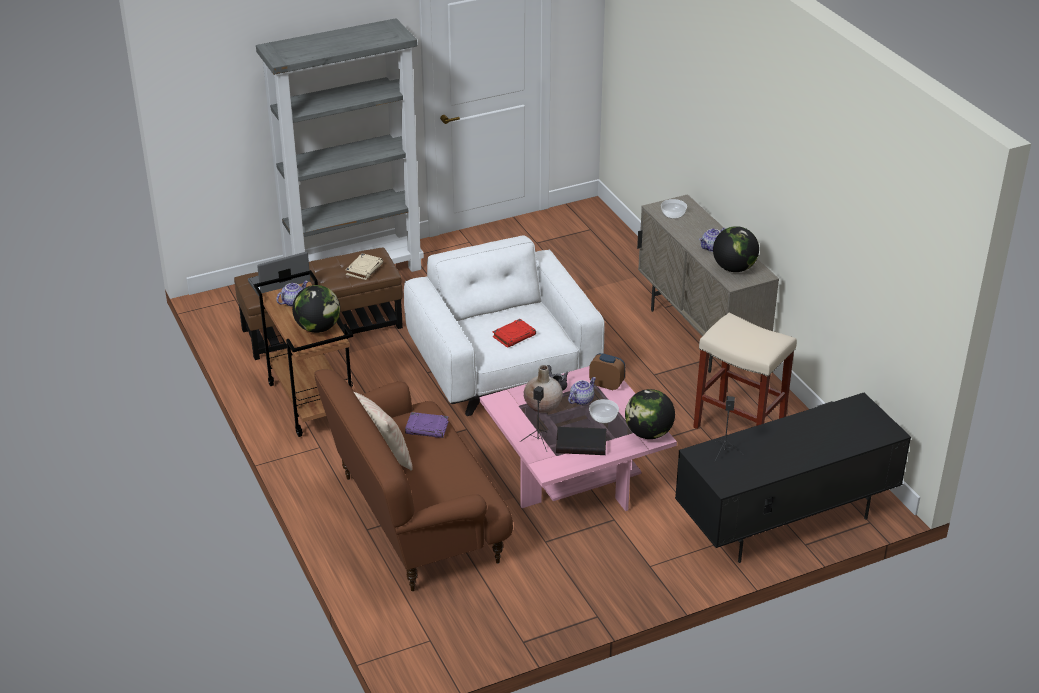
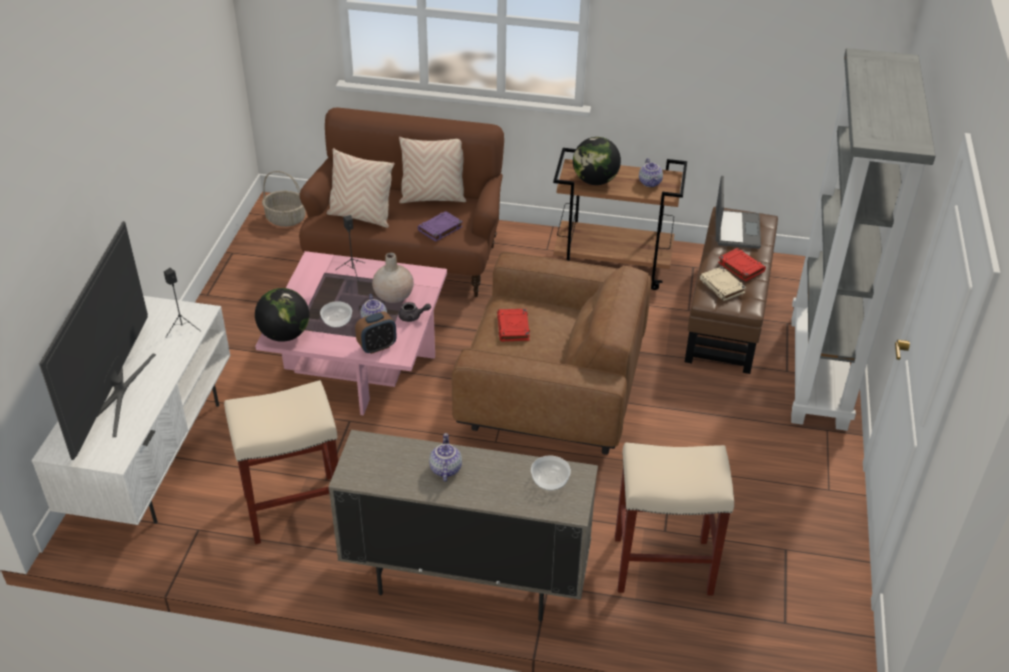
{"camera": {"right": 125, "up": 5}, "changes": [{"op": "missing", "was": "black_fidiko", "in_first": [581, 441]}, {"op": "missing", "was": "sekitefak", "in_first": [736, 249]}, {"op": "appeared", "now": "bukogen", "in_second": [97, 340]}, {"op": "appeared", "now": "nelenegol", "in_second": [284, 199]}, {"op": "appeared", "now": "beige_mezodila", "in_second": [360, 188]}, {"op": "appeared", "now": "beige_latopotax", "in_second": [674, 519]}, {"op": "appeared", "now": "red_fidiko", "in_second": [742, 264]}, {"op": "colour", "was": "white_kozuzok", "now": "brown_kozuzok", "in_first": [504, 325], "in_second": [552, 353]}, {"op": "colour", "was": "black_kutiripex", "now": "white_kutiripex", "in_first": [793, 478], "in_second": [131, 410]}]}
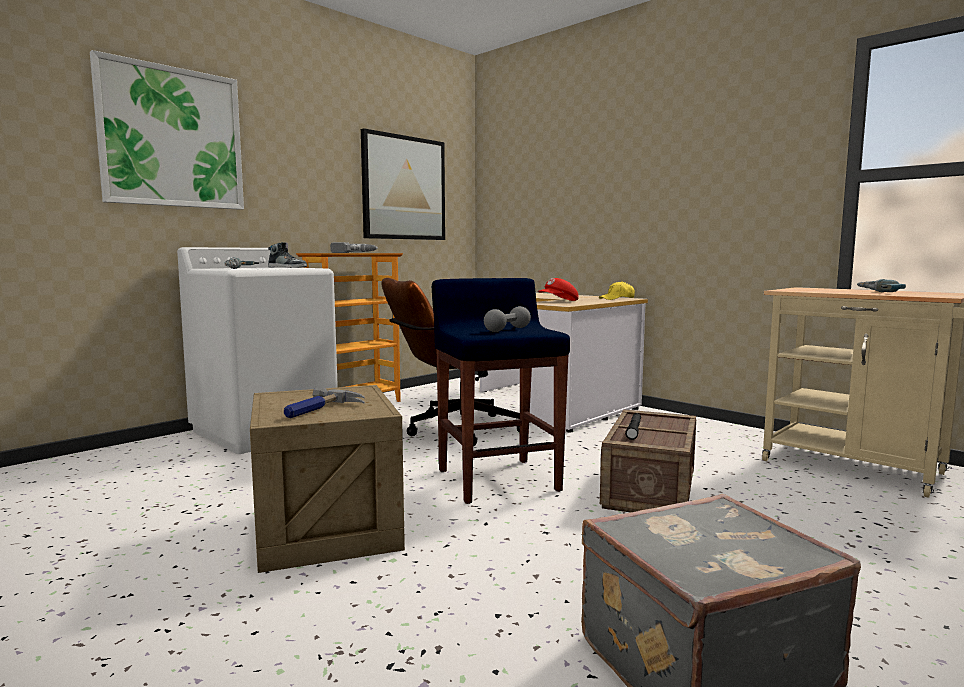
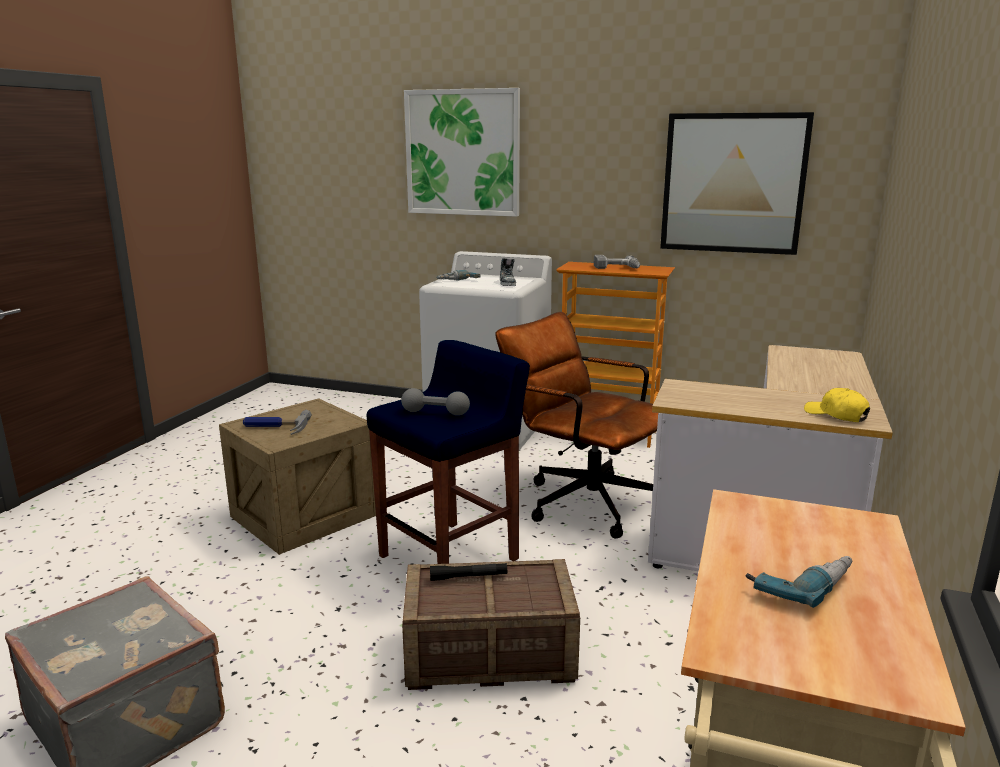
{"camera": {"right": 65, "up": 10}, "changes": [{"op": "missing", "was": "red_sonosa", "in_first": [558, 289]}]}
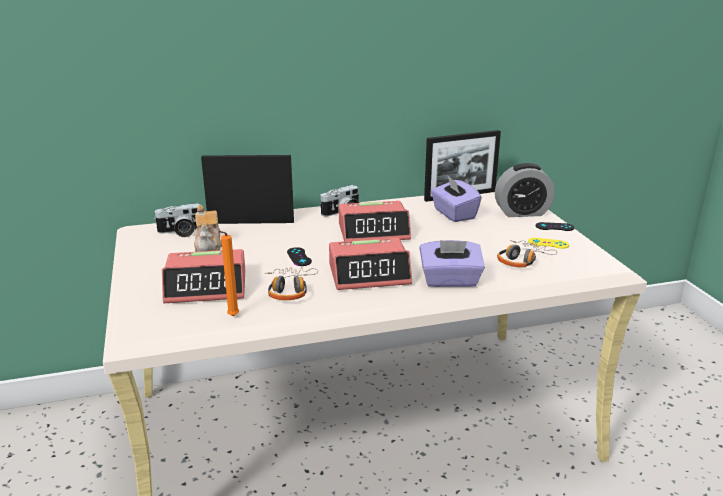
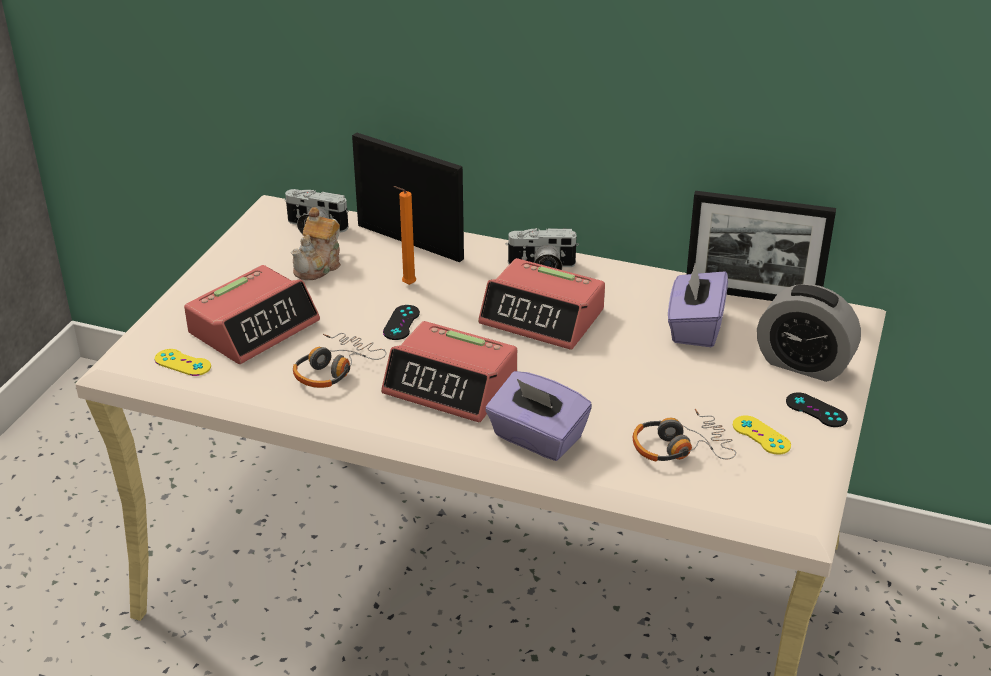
{"camera": {"right": 35, "up": 10}, "changes": [{"op": "appeared", "now": "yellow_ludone", "in_second": [183, 362]}, {"op": "relocated", "was": "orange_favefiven", "in_first": [229, 273], "in_second": [404, 235]}, {"op": "spun", "was": "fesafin", "in_first": [203, 276], "in_second": [252, 314], "clockwise": -75}]}
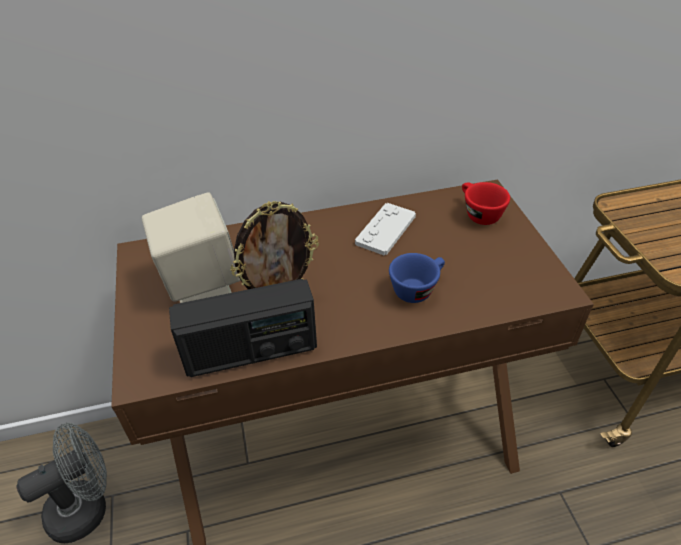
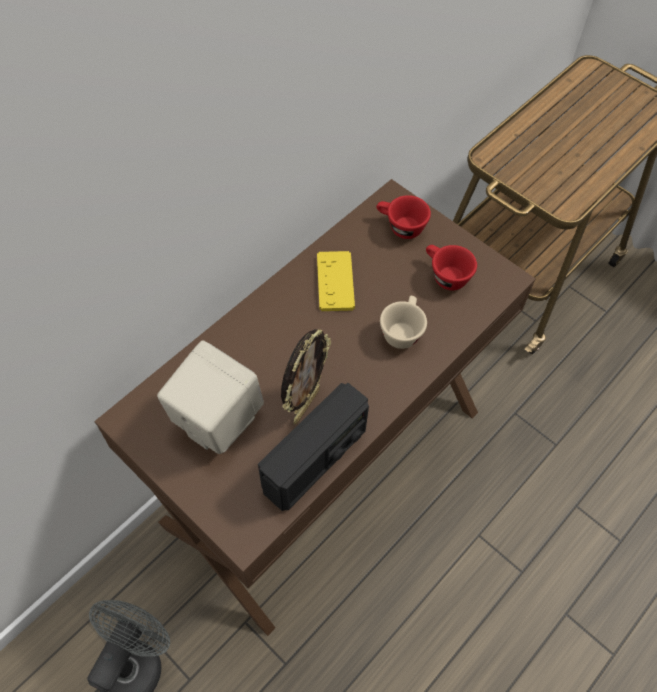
{"camera": {"right": -35, "up": 15}, "changes": [{"op": "appeared", "now": "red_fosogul", "in_second": [451, 267]}, {"op": "colour", "was": "white_ludone", "now": "yellow_ludone", "in_first": [385, 229], "in_second": [336, 281]}, {"op": "colour", "was": "blue_fosogul", "now": "beige_fosogul", "in_first": [417, 278], "in_second": [403, 322]}]}
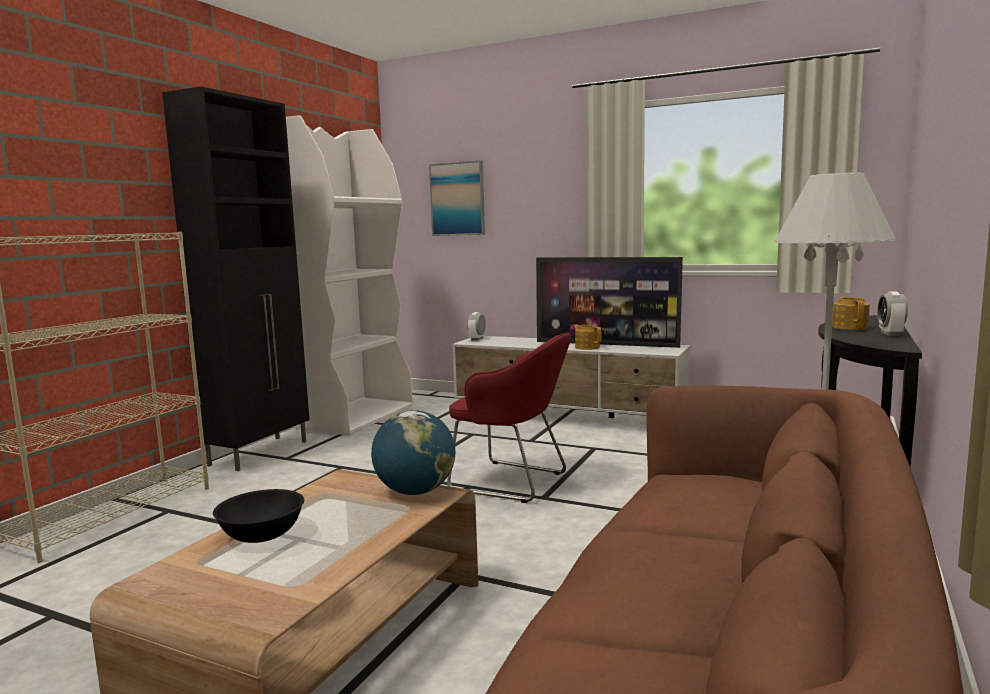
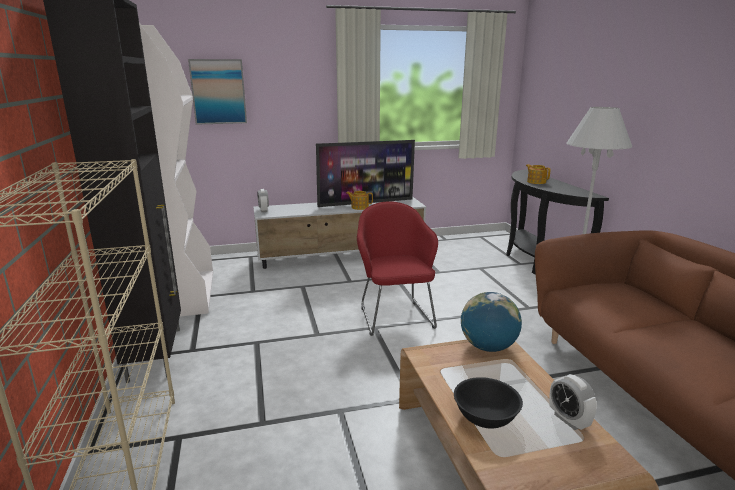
{"camera": {"right": -40, "up": 10}, "changes": [{"op": "relocated", "was": "fesafin", "in_first": [892, 313], "in_second": [573, 402]}, {"op": "spun", "was": "red_kozuzok", "in_first": [509, 417], "in_second": [397, 268], "clockwise": -90}]}
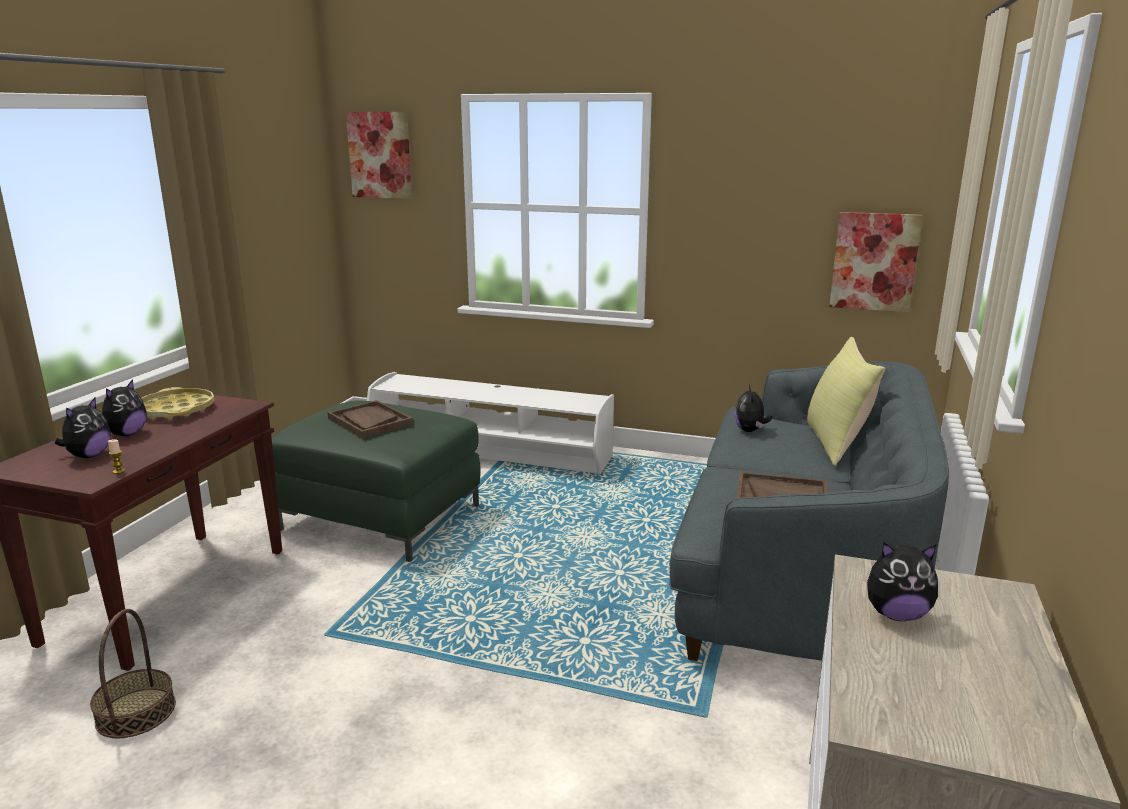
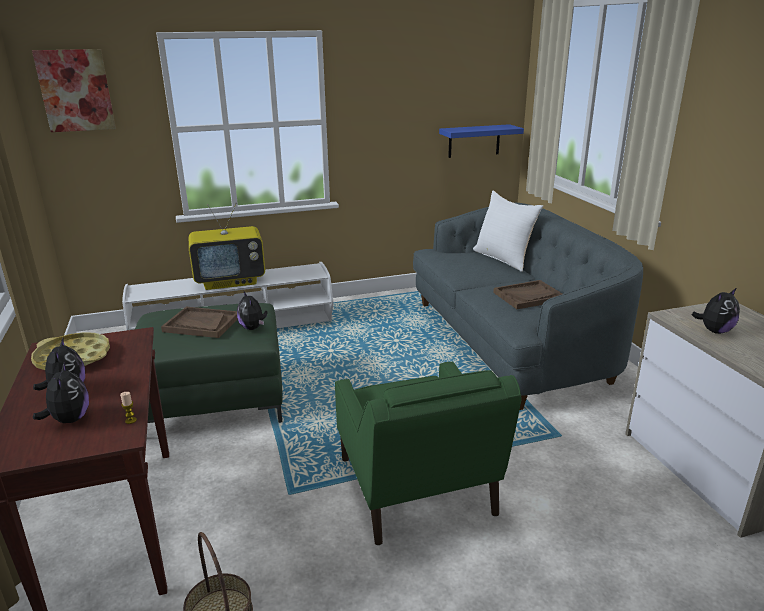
{"camera": {"right": -35, "up": 5}, "changes": [{"op": "appeared", "now": "bukogen", "in_second": [227, 246]}, {"op": "appeared", "now": "green_kozuzok", "in_second": [428, 453]}, {"op": "relocated", "was": "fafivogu", "in_first": [753, 408], "in_second": [252, 311]}, {"op": "exchanged", "was": "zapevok", "now": "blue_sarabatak", "in_first": [876, 262], "in_second": [481, 141]}, {"op": "colour", "was": "yellow_mezodila", "now": "white_mezodila", "in_first": [846, 401], "in_second": [508, 231]}]}
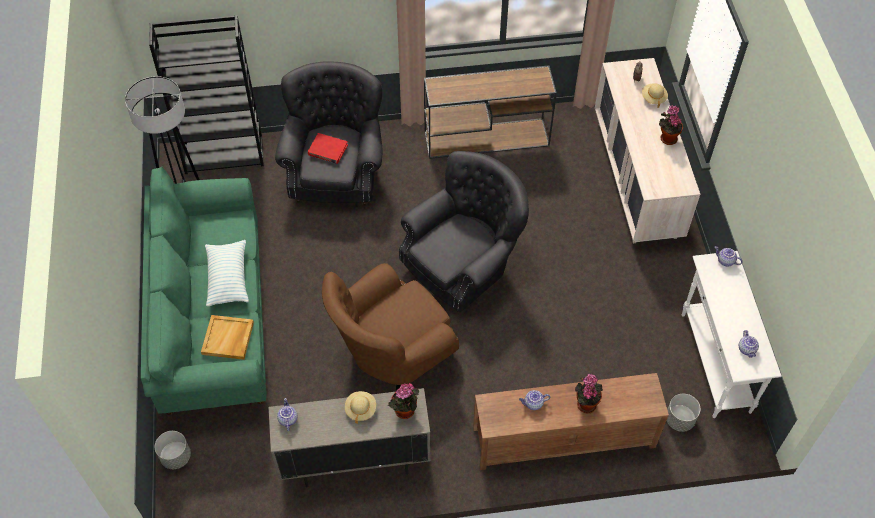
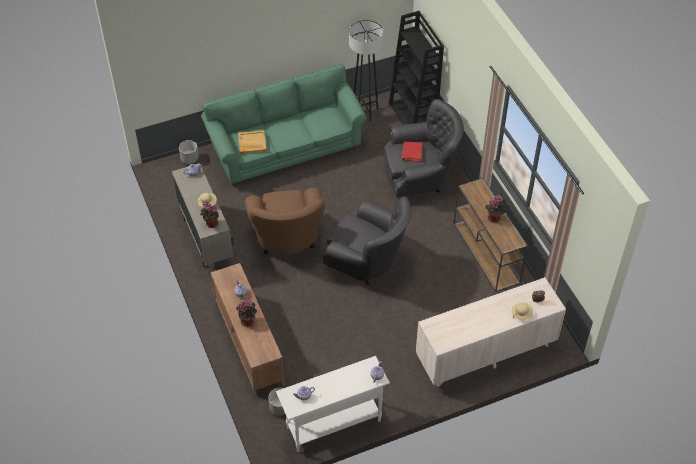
{"camera": {"right": 75, "up": -5}, "changes": [{"op": "missing", "was": "mezodila", "in_first": [227, 273]}, {"op": "relocated", "was": "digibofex", "in_first": [671, 125], "in_second": [495, 209]}, {"op": "spun", "was": "brown_kozuzok", "in_first": [390, 326], "in_second": [285, 221], "clockwise": -135}]}
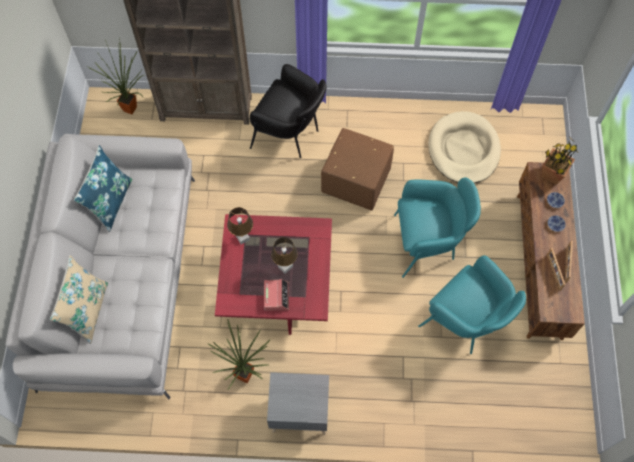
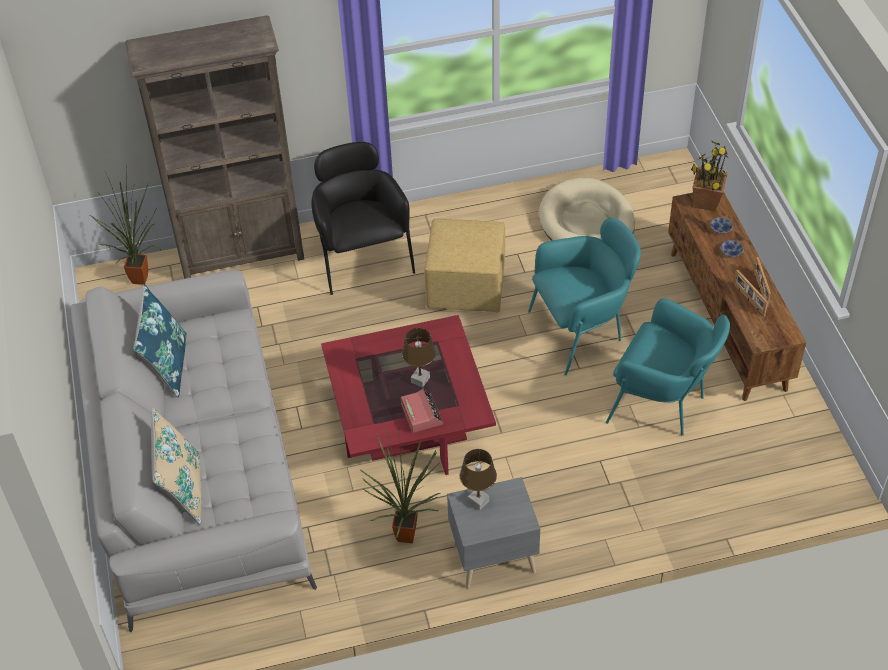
{"camera": {"right": -15, "up": -15}, "changes": [{"op": "relocated", "was": "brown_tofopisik", "in_first": [240, 225], "in_second": [478, 479]}, {"op": "colour", "was": "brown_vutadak", "now": "yellow_vutadak", "in_first": [357, 169], "in_second": [464, 265]}, {"op": "spun", "was": "black_kozuzok", "in_first": [288, 111], "in_second": [363, 218], "clockwise": -120}]}
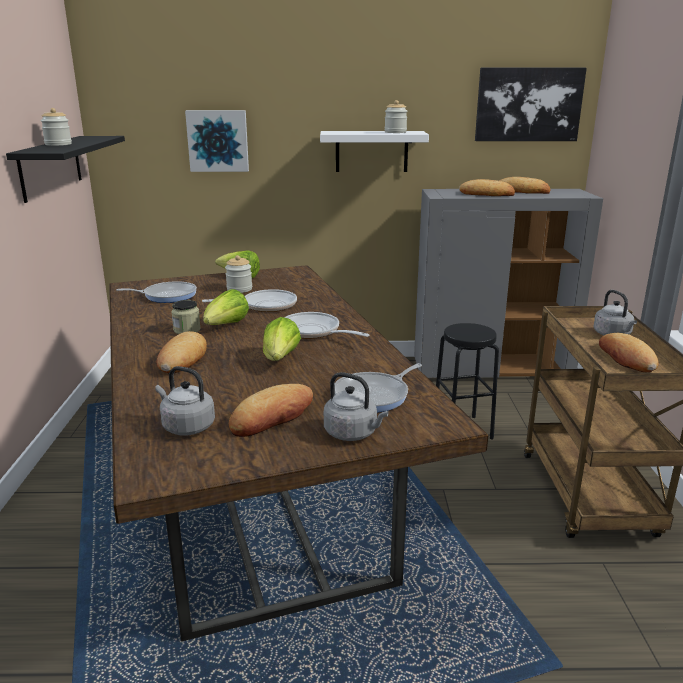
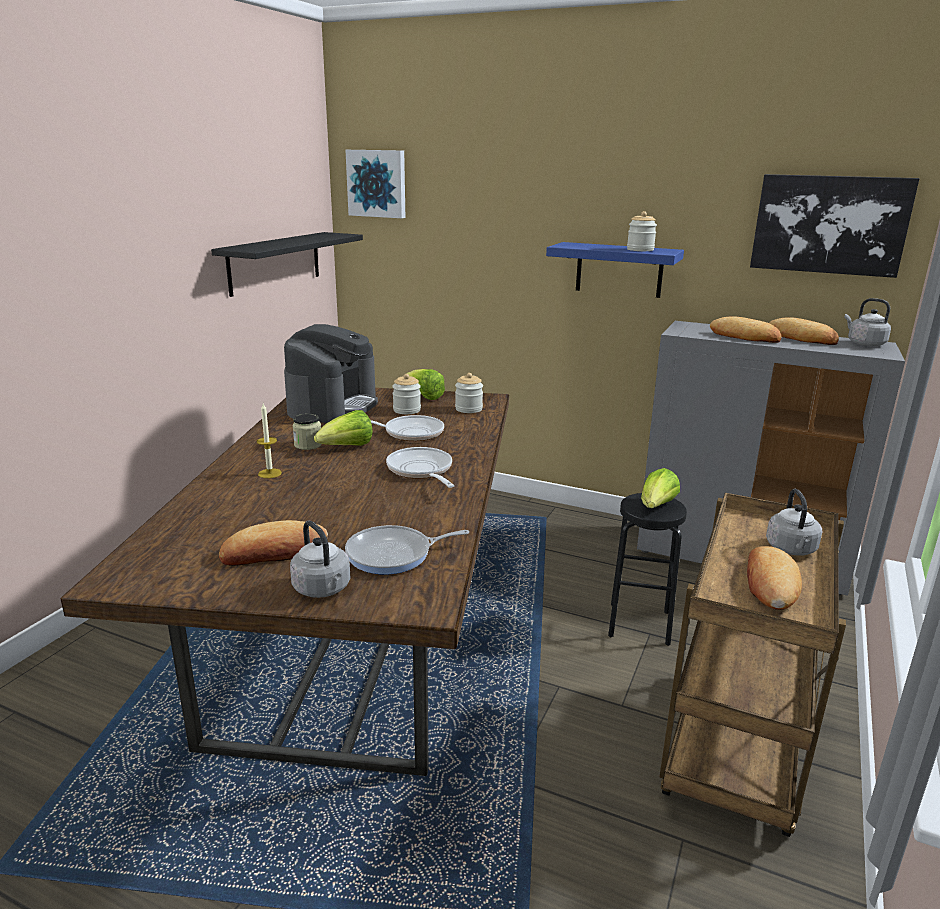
{"camera": {"right": 25, "up": 0}, "changes": [{"op": "relocated", "was": "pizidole", "in_first": [56, 127], "in_second": [469, 393]}, {"op": "relocated", "was": "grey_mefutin", "in_first": [185, 400], "in_second": [867, 322]}, {"op": "relocated", "was": "zapevok", "in_first": [217, 141], "in_second": [375, 184]}, {"op": "relocated", "was": "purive", "in_first": [282, 339], "in_second": [660, 488]}, {"op": "exchanged", "was": "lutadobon", "now": "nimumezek", "in_first": [156, 292], "in_second": [331, 373]}, {"op": "exchanged", "was": "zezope", "now": "favefiven", "in_first": [182, 352], "in_second": [269, 440]}, {"op": "colour", "was": "white_sarabatak", "now": "blue_sarabatak", "in_first": [374, 151], "in_second": [615, 270]}]}
